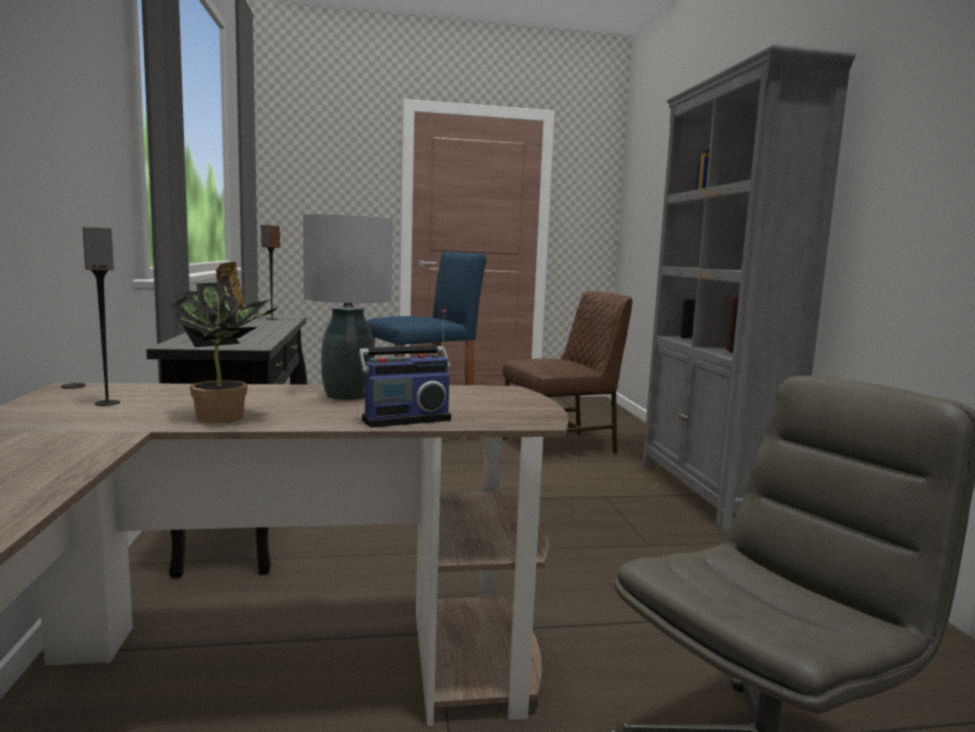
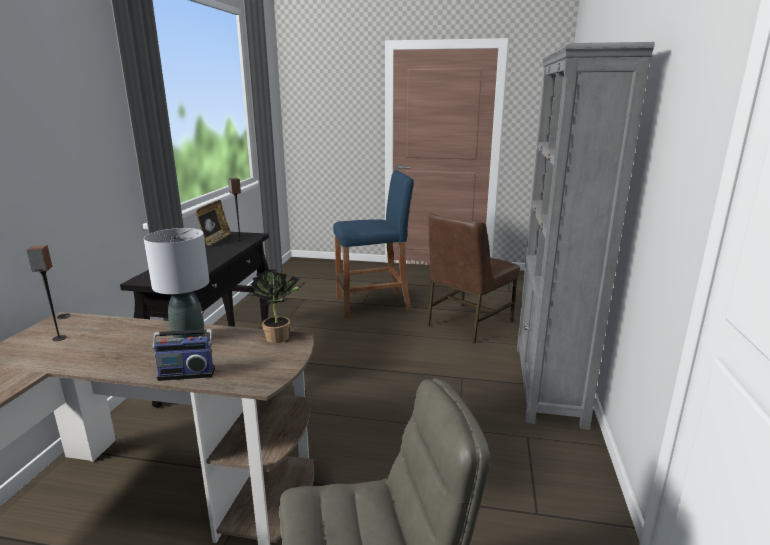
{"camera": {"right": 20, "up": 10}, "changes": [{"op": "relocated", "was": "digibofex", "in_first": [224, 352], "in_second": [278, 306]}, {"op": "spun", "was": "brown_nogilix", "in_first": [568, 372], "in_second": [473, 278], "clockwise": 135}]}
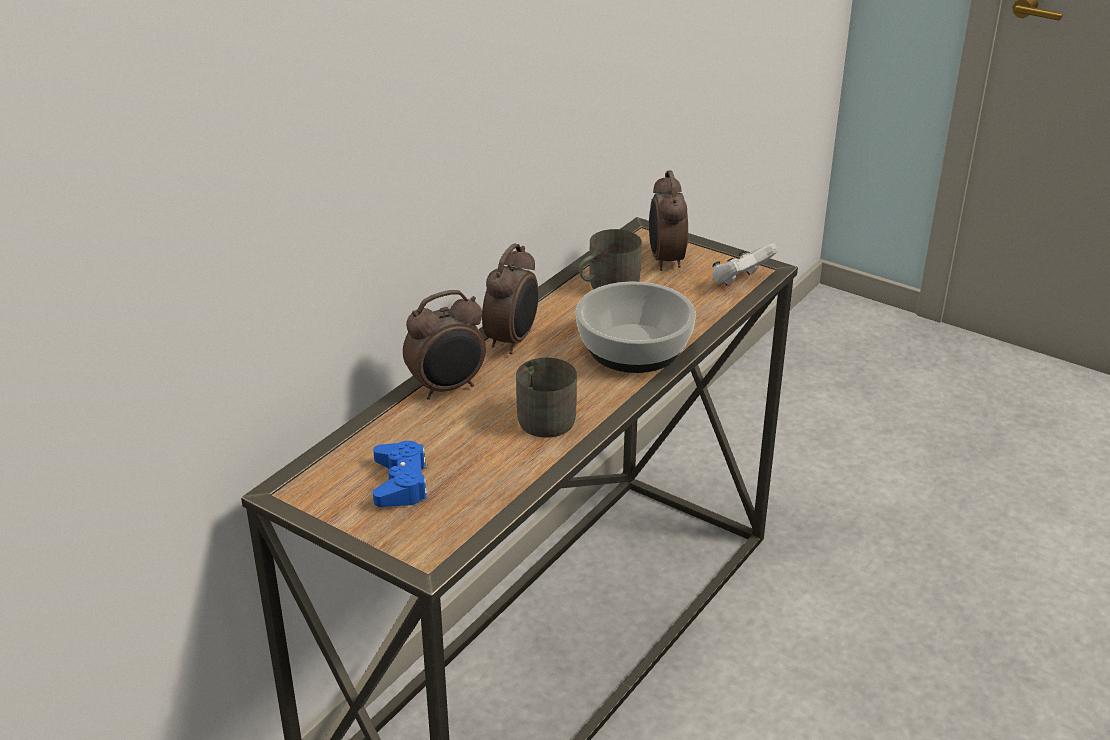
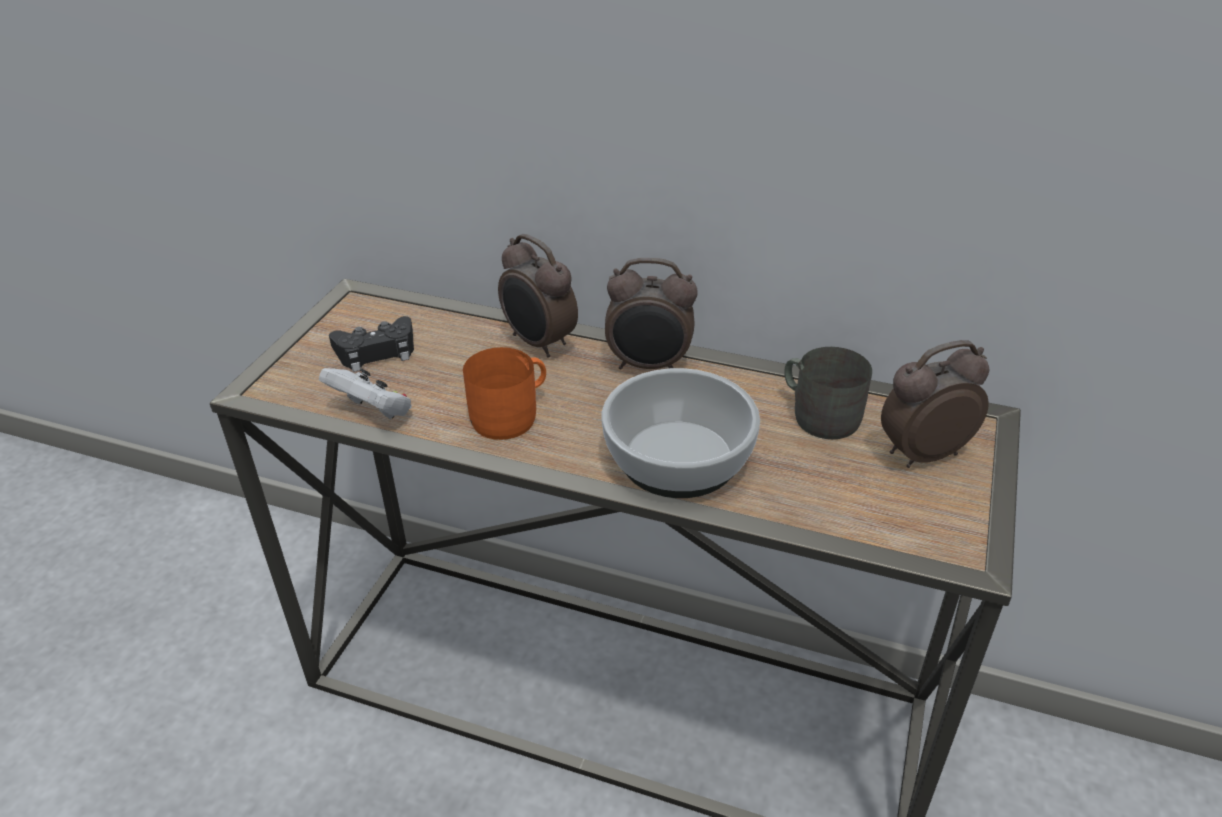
{"camera": {"right": 75, "up": 5}, "changes": [{"op": "relocated", "was": "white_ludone", "in_first": [745, 264], "in_second": [365, 393]}, {"op": "colour", "was": "blue_ludone", "now": "black_ludone", "in_first": [401, 474], "in_second": [371, 344]}, {"op": "colour", "was": "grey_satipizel", "now": "orange_satipizel", "in_first": [546, 398], "in_second": [504, 393]}]}
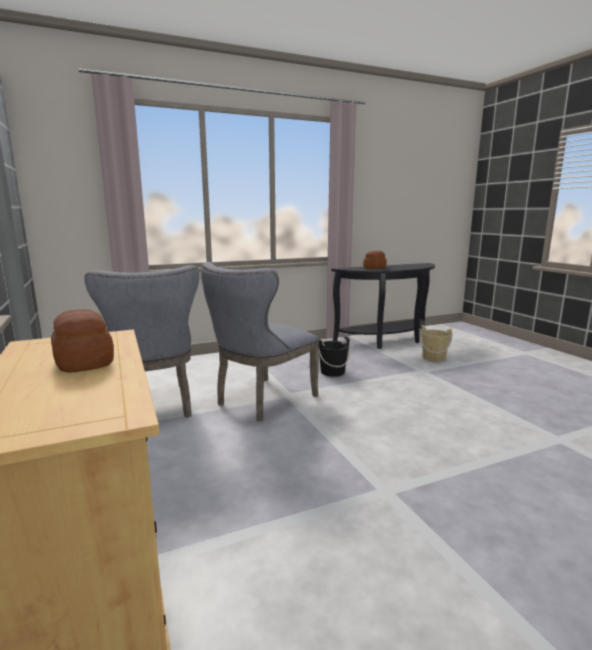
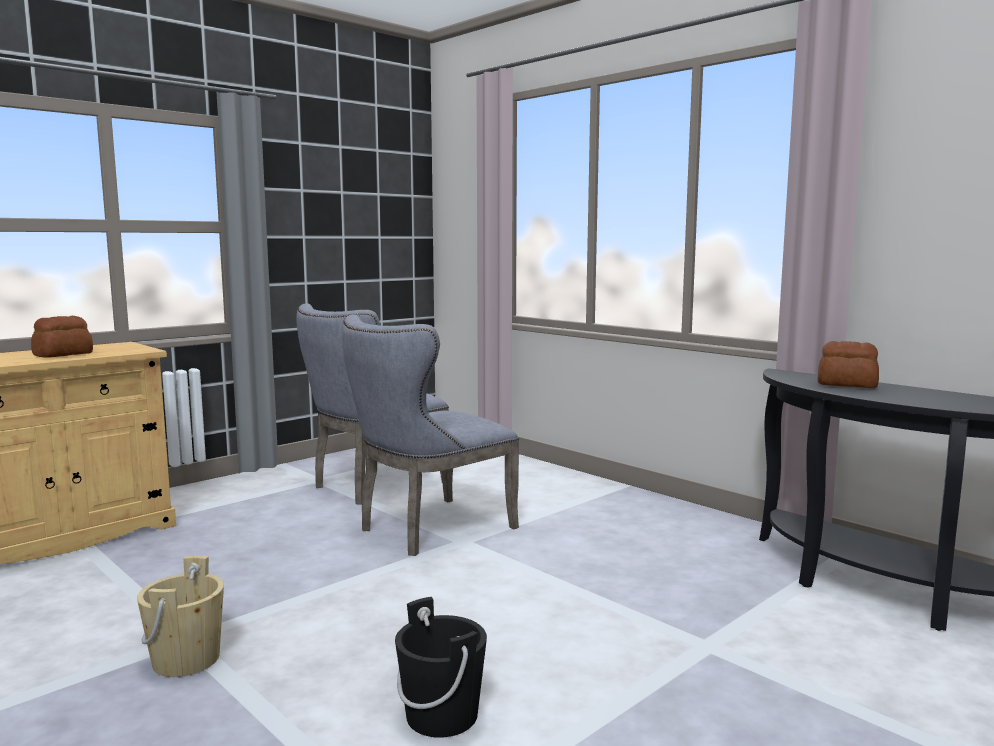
{"camera": {"right": 70, "up": -5}, "changes": [{"op": "relocated", "was": "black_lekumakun", "in_first": [334, 356], "in_second": [441, 667]}, {"op": "relocated", "was": "beige_lekumakun", "in_first": [436, 343], "in_second": [180, 616]}, {"op": "spun", "was": "grey_nogilix", "in_first": [260, 341], "in_second": [430, 435], "clockwise": -60}]}
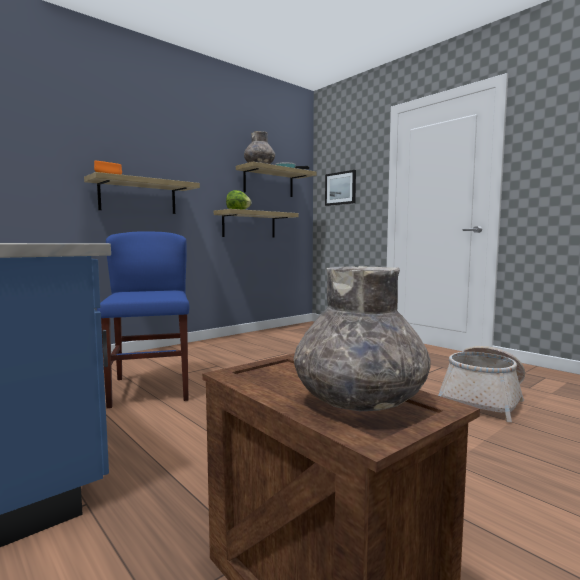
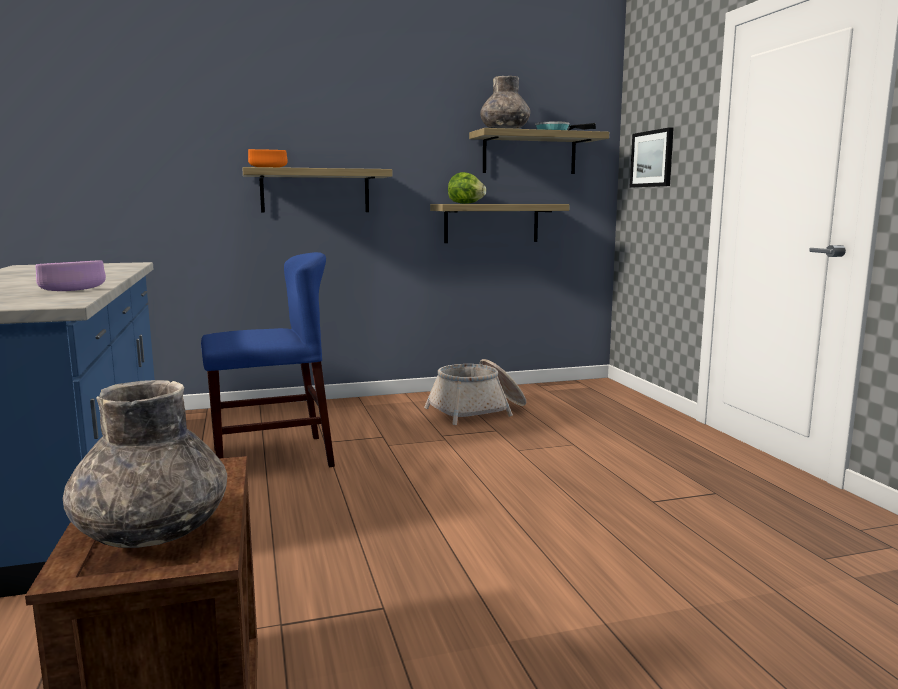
{"camera": {"right": 25, "up": 5}, "changes": [{"op": "appeared", "now": "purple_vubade", "in_second": [70, 275]}, {"op": "relocated", "was": "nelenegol", "in_first": [481, 384], "in_second": [475, 392]}, {"op": "spun", "was": "blue_nogilix", "in_first": [143, 319], "in_second": [268, 359], "clockwise": 60}]}
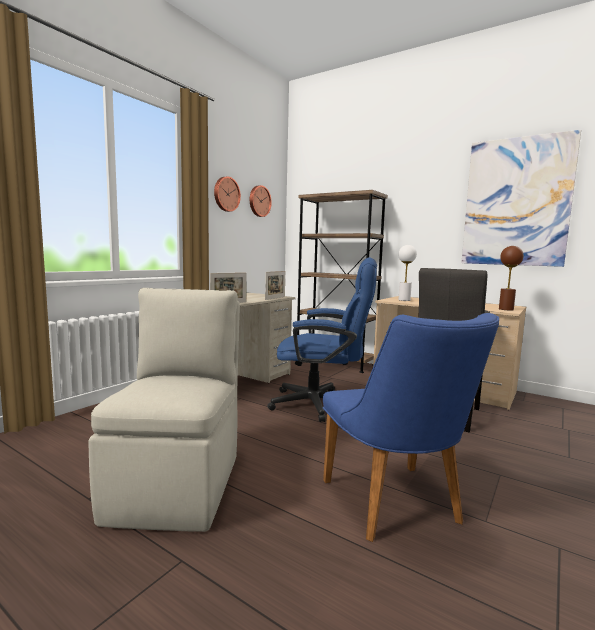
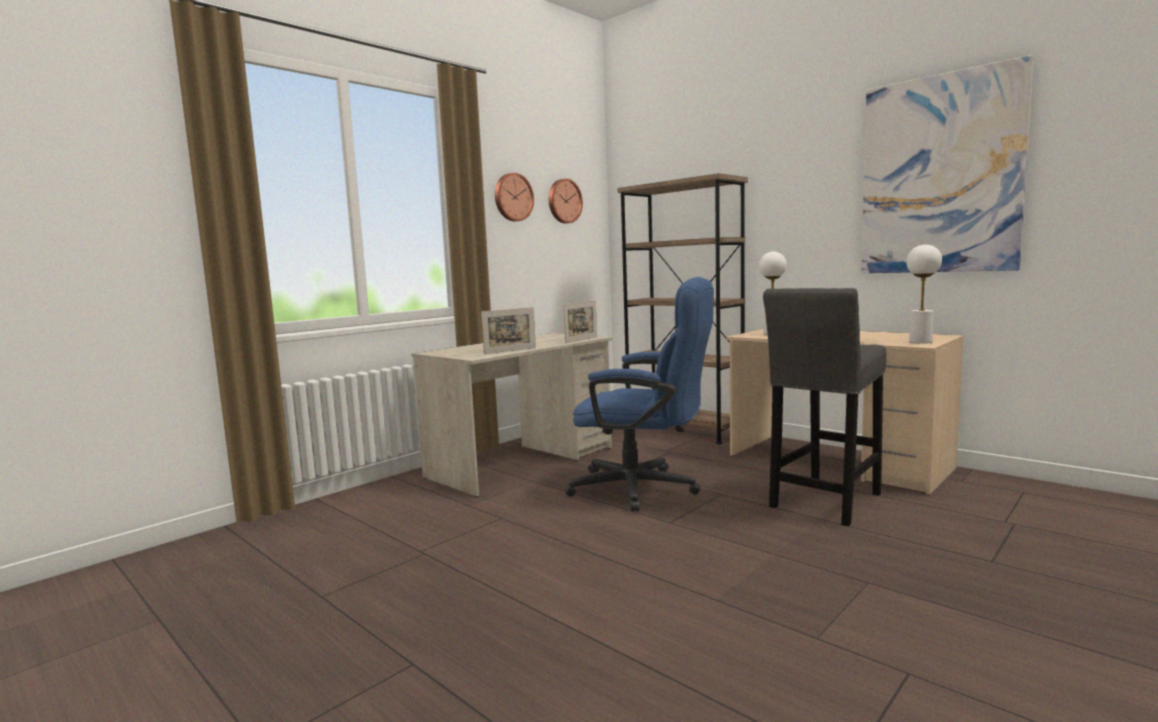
{"camera": {"right": 10, "up": 0}, "changes": [{"op": "missing", "was": "beige_nogilix", "in_first": [164, 410]}, {"op": "missing", "was": "blue_nogilix", "in_first": [411, 427]}, {"op": "colour", "was": "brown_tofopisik", "now": "white_tofopisik", "in_first": [511, 278], "in_second": [924, 293]}]}
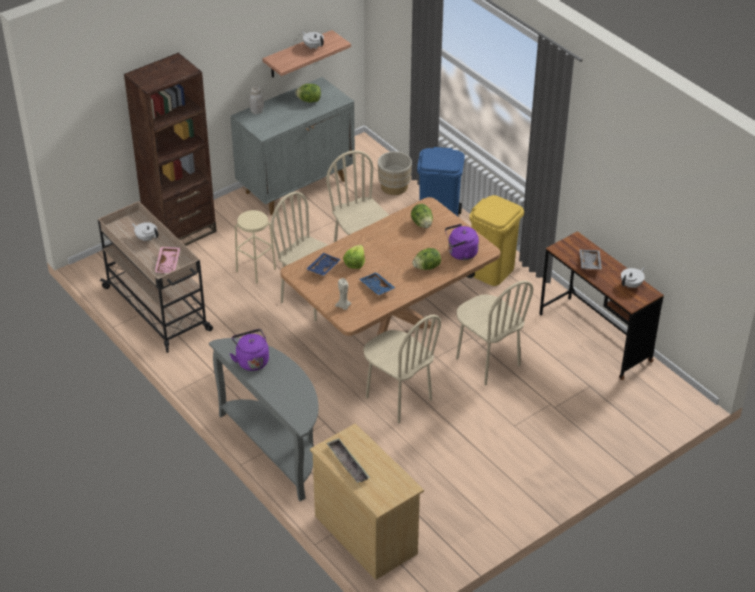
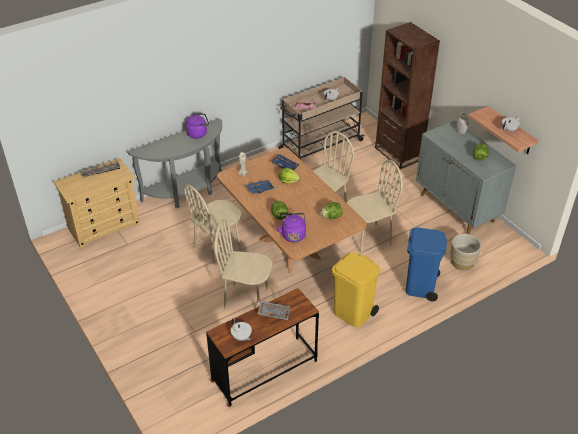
{"camera": {"right": 95, "up": 0}, "changes": [{"op": "missing", "was": "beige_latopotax", "in_first": [255, 247]}, {"op": "spun", "was": "beige_nogilix", "in_first": [494, 332], "in_second": [243, 264], "clockwise": 45}]}
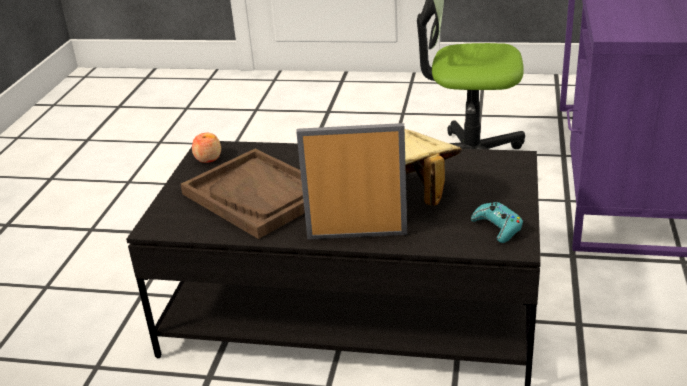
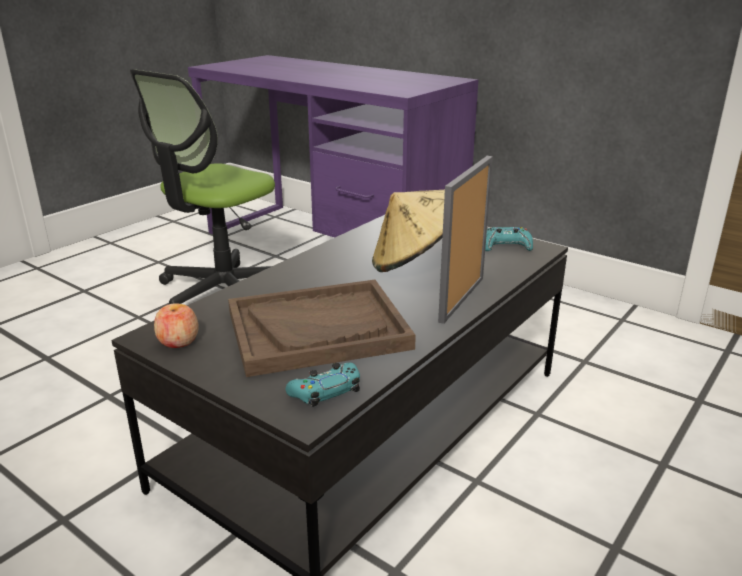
{"camera": {"right": -65, "up": -5}, "changes": [{"op": "appeared", "now": "turquoise_ludone", "in_second": [323, 385]}]}
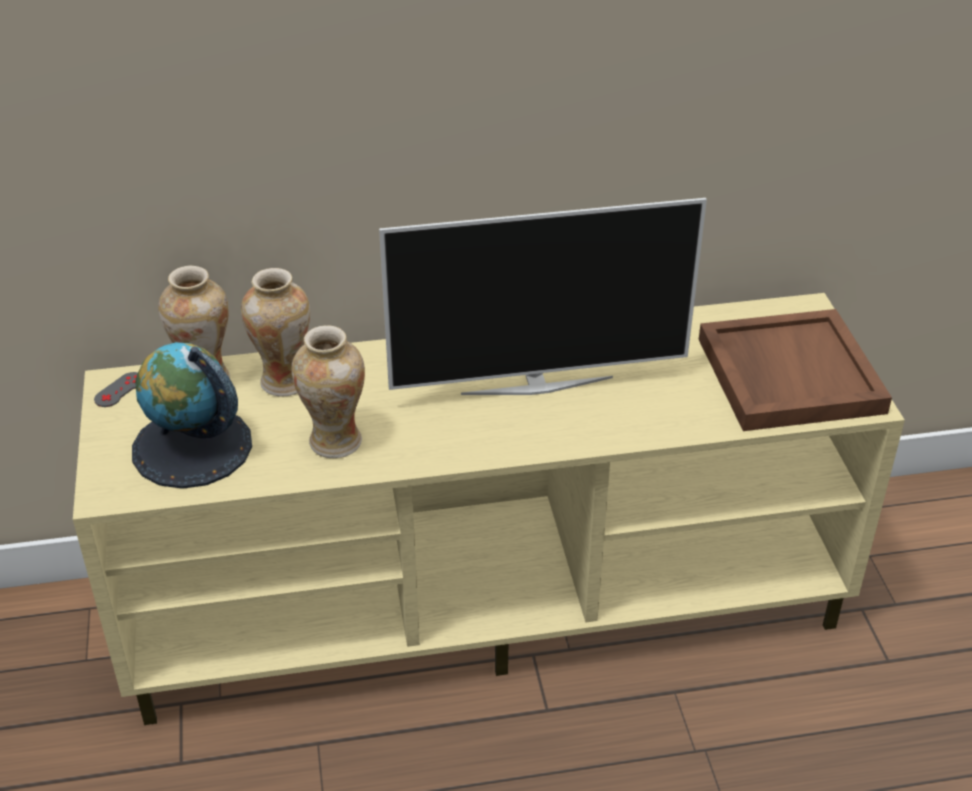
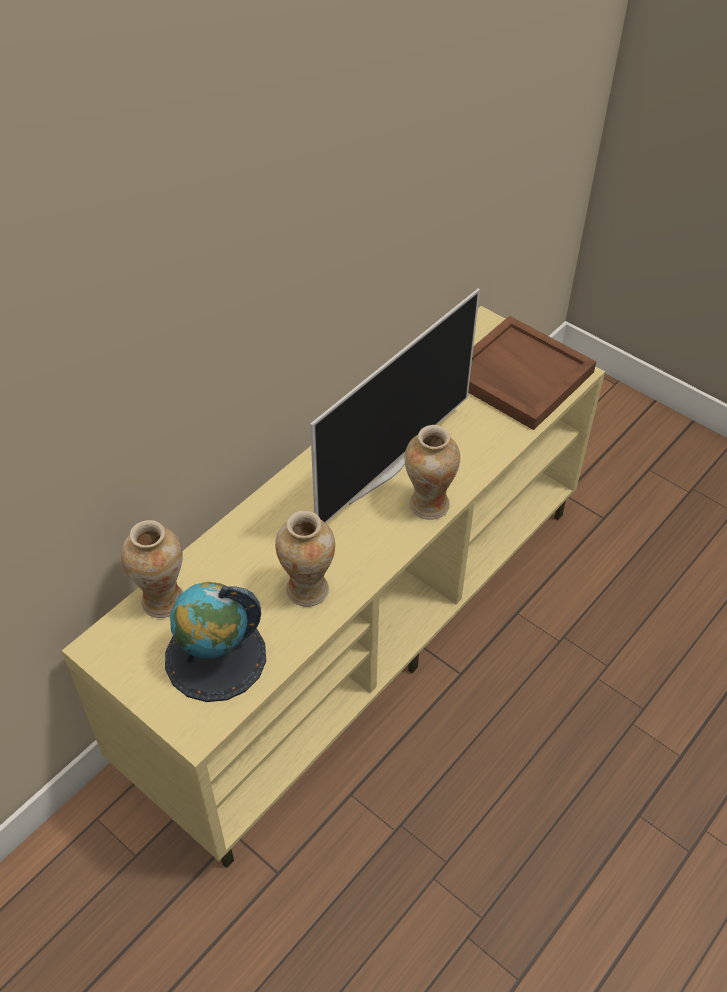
{"camera": {"right": -40, "up": 10}, "changes": [{"op": "missing", "was": "grey_ludone", "in_first": [116, 389]}, {"op": "relocated", "was": "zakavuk", "in_first": [275, 332], "in_second": [432, 472]}]}
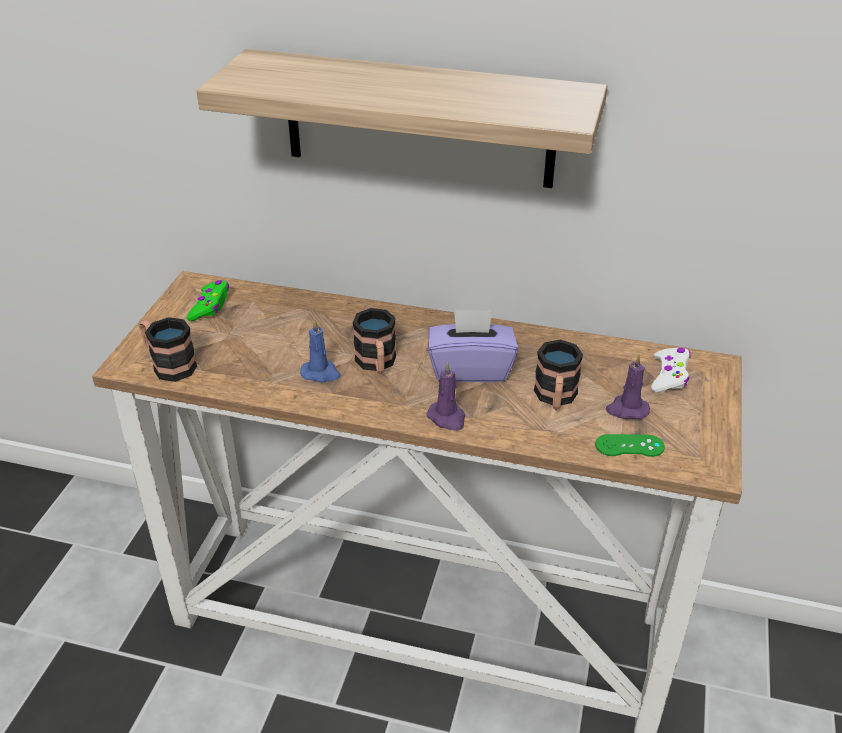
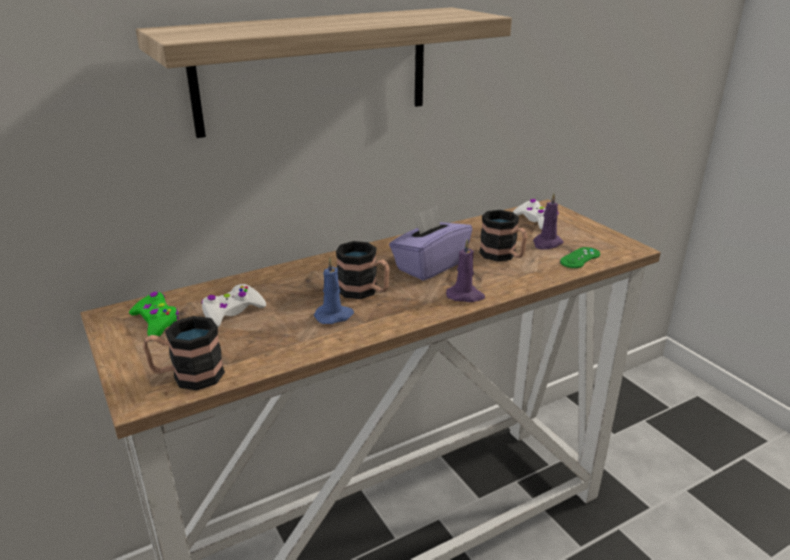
{"camera": {"right": -45, "up": -10}, "changes": [{"op": "appeared", "now": "white_ludone", "in_second": [233, 305]}]}
